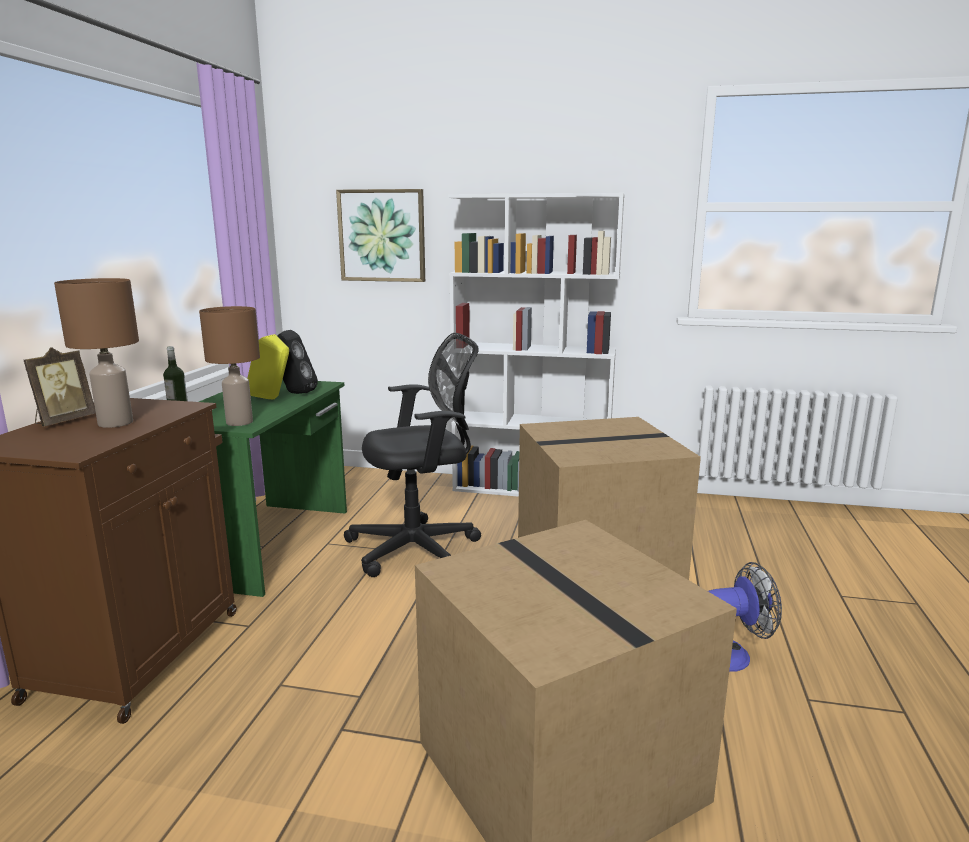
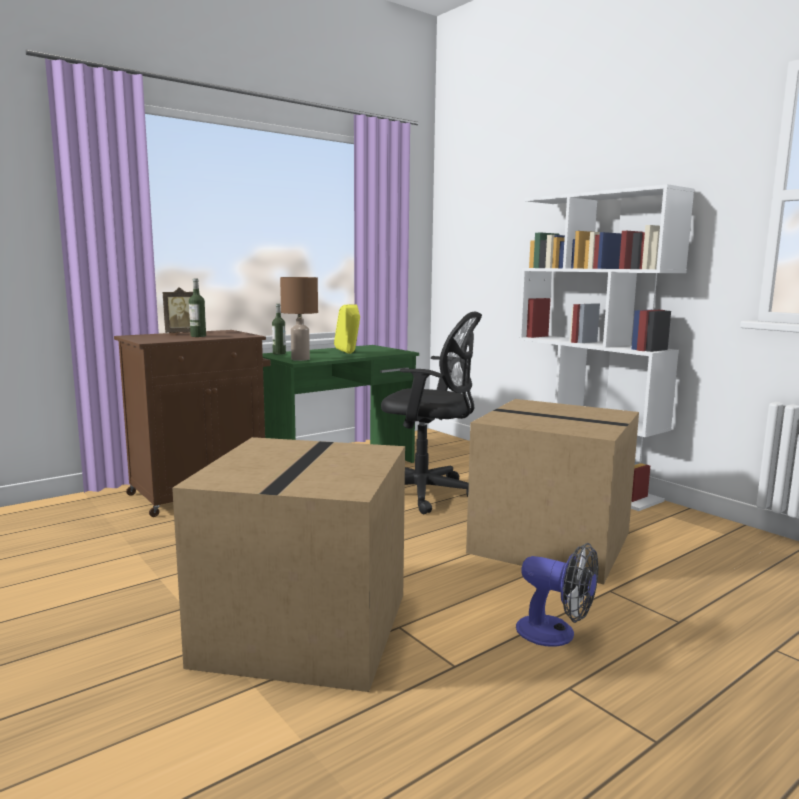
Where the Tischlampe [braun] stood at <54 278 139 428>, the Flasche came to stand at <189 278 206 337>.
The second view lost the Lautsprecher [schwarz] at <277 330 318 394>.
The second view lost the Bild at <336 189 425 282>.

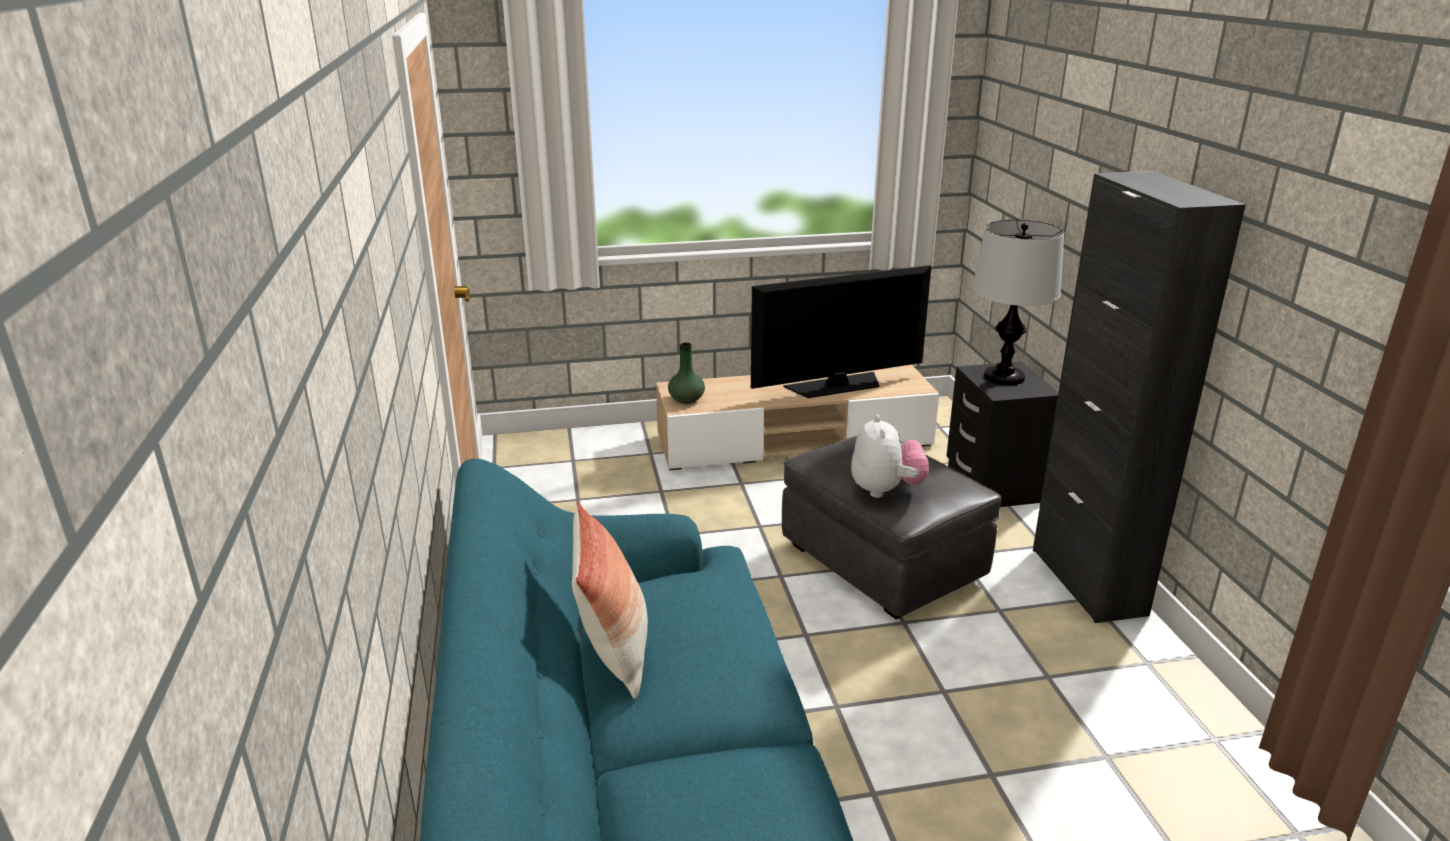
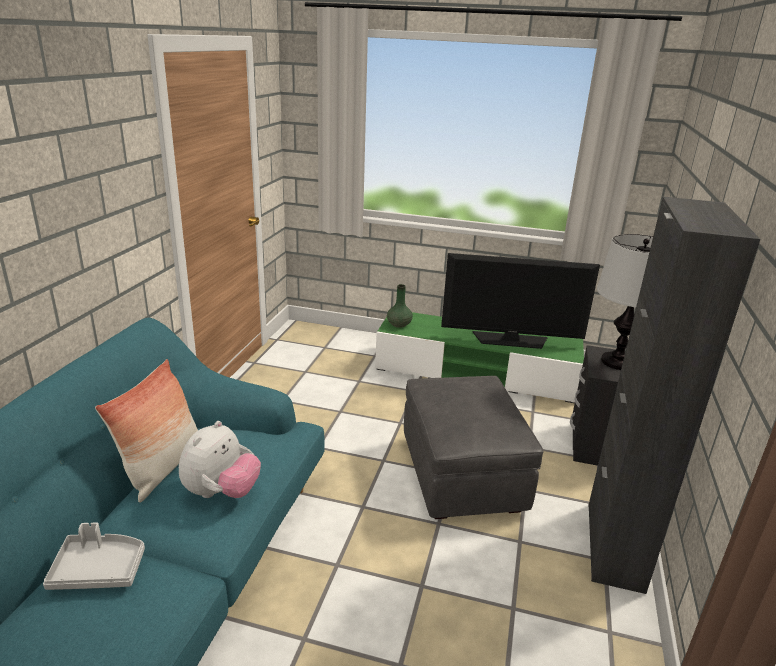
The second view gained the Tablett [grau] at <43 523 145 590>.
The Plüschtier ended up elsewhere, having gone from <851 415 929 498> to <179 421 261 498>.
What was the Fernsehschrank [beige] at <656 364 939 470> turned into the Fernsehschrank [grün] at <375 312 584 403>.

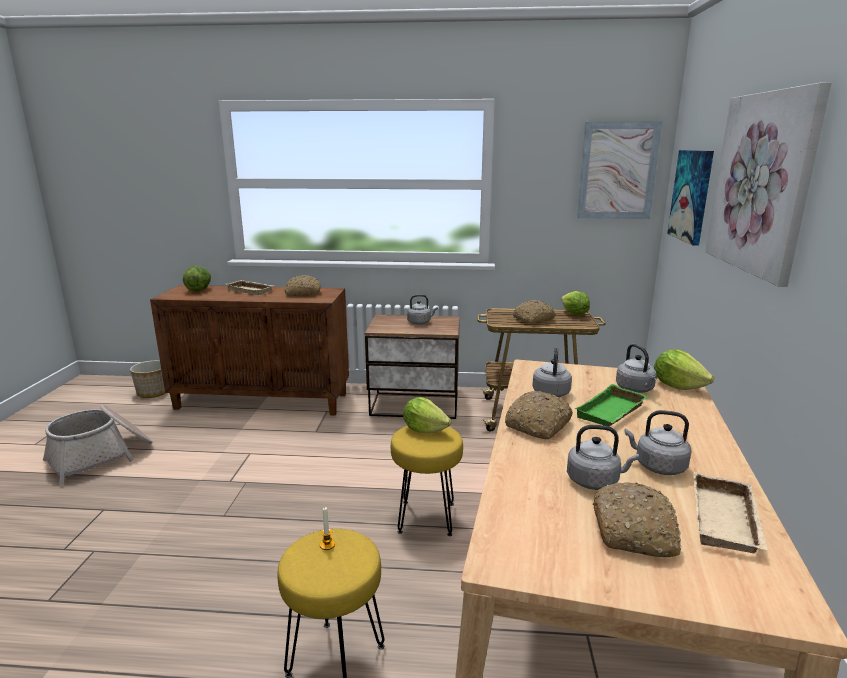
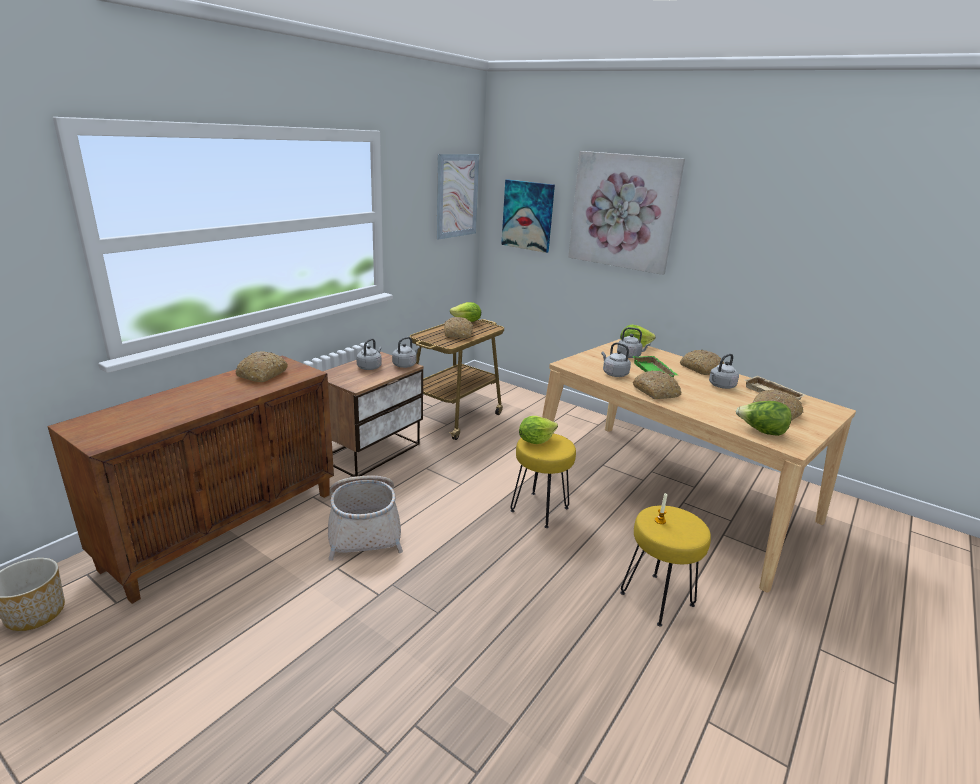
The Korb ended up elsewhere, having gone from <43 405 153 485> to <328 476 403 561>.
The Wasserkessel [grau] ended up elsewhere, having gone from <567 425 639 490> to <392 337 420 368>.
The second view gained the Brot at <680 350 725 375>.
The Salatkopf ended up elsewhere, having gone from <183 266 211 292> to <736 401 792 436>.
The second view lost the Tablett [beige] at <226 280 273 295>.

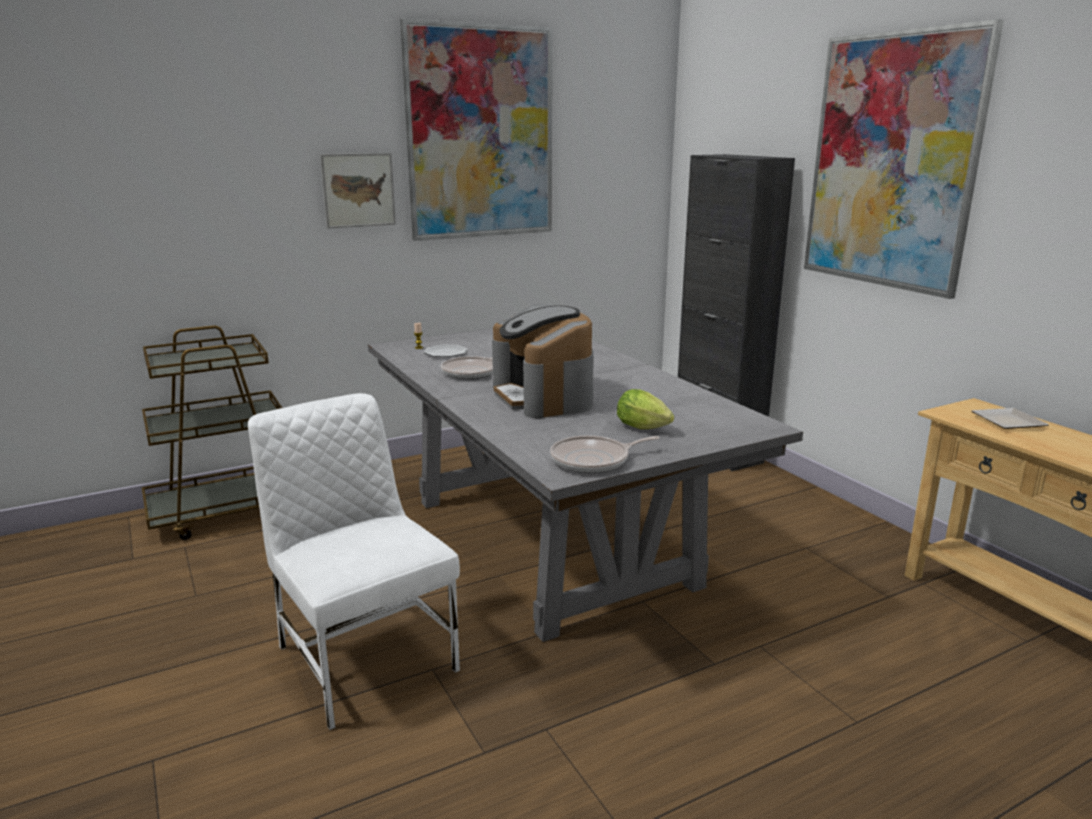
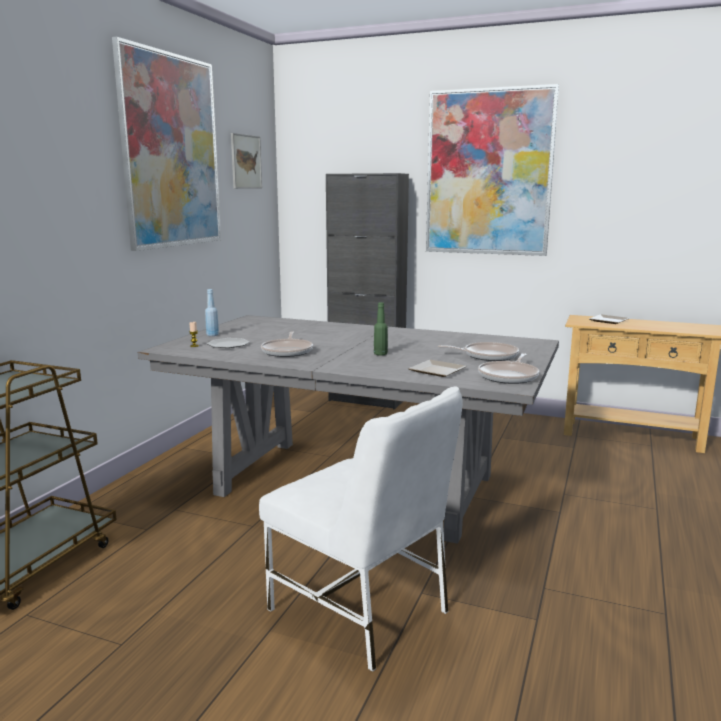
The second view gained the Flasche [blau] at <205 289 219 336>.
The Bild ended up elsewhere, having gone from <320 153 396 229> to <231 133 262 189>.
The Stuhl [weiß] at <248 393 460 730> ended up facing another way, 150 degrees counterclockwise from before.
Where the Kaffeemaschine stood at <492 304 593 418>, the Flasche [grün] came to stand at <374 302 388 356>.
The second view gained the Teller at <408 360 466 377>.
Where the Salatkopf stood at <617 389 674 429>, the Pfanne came to stand at <438 342 519 361>.

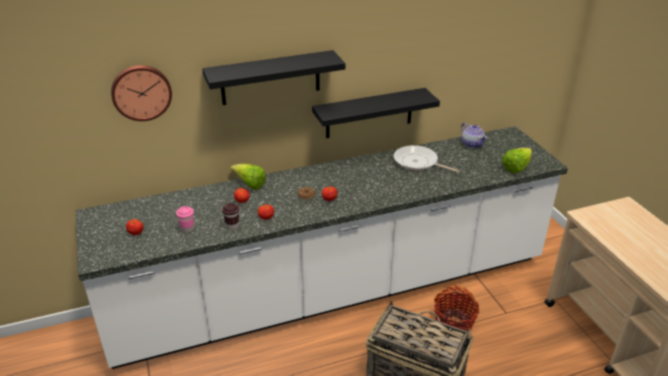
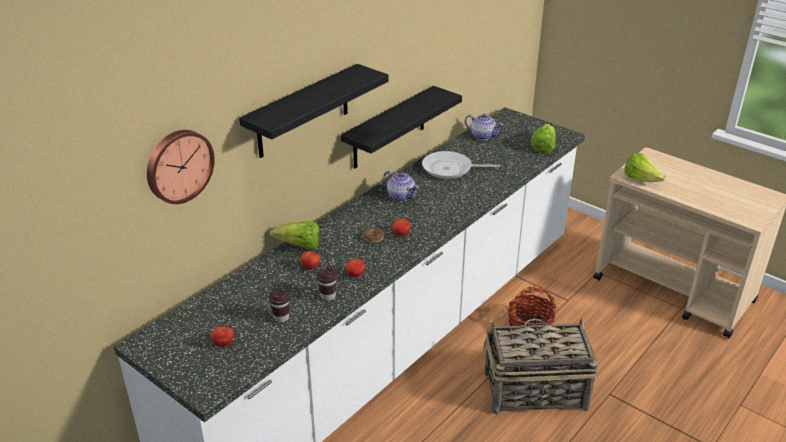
What was the Tasse [rosa] at <176 206 194 233> turned into the Tasse [braun] at <268 289 290 323>.
The second view gained the Teekanne at <383 171 419 202>.
The second view gained the Salatkopf at <624 153 666 182>.

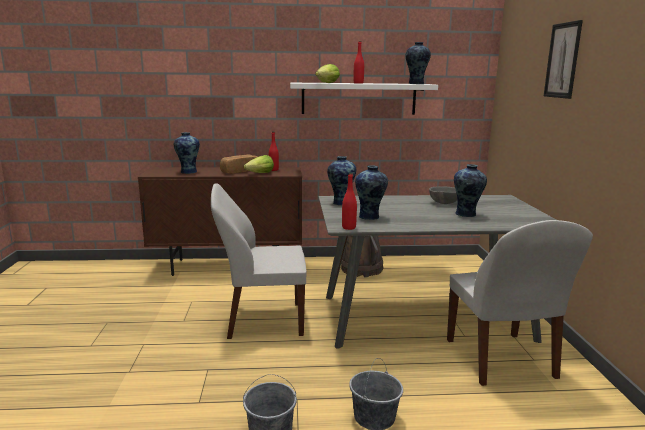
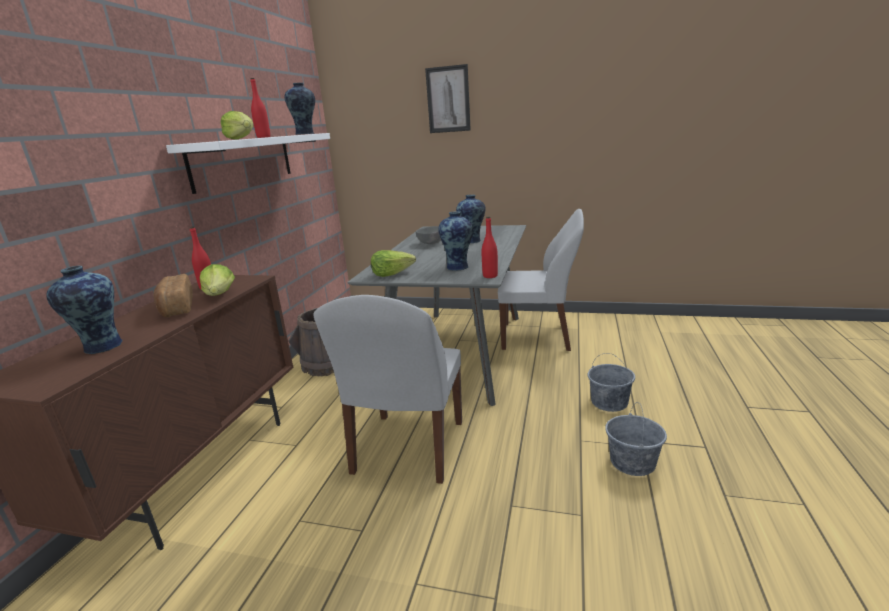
Where the Vase stood at <327 156 356 205>, the Salatkopf came to stand at <371 250 416 277>.

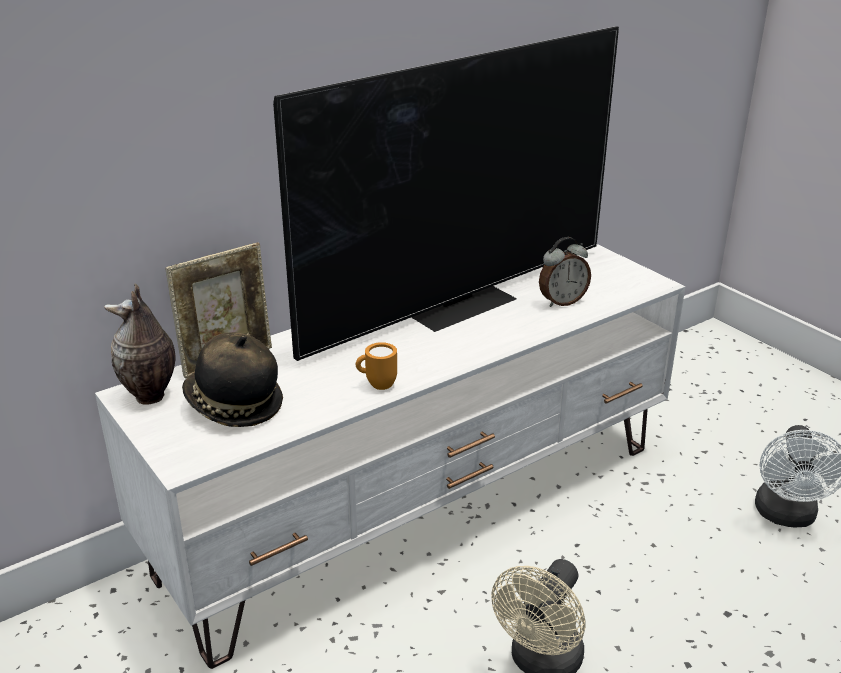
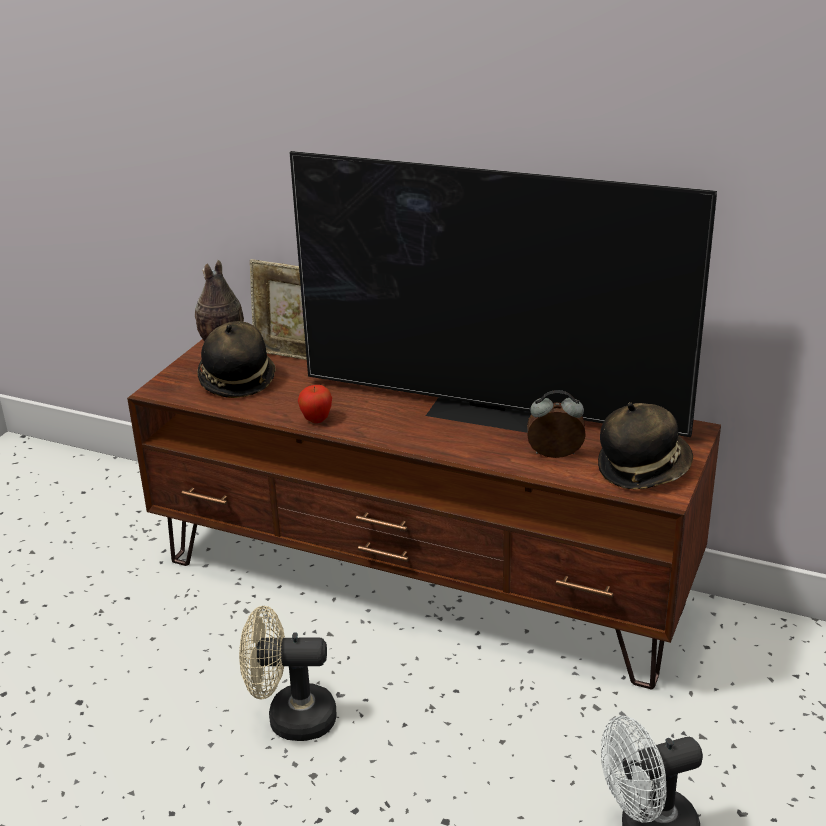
What was the Fernsehschrank [weiß] at <95 244 686 669> turned into the Fernsehschrank [braun] at <127 339 721 690>.
Where the Henkelbecher [orange] stood at <356 342 397 390>, the Apfel came to stand at <298 385 332 423>.
The Wecker at <539 237 591 307> ended up facing another way, 150 degrees clockwise from before.
The second view gained the Hut at <598 402 693 489>.

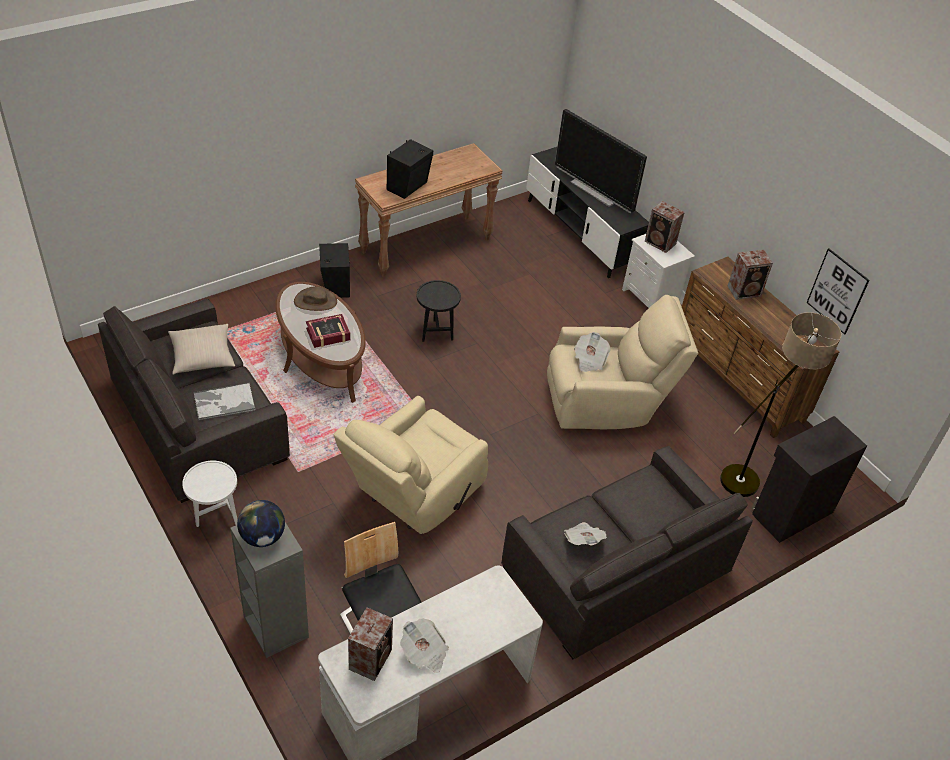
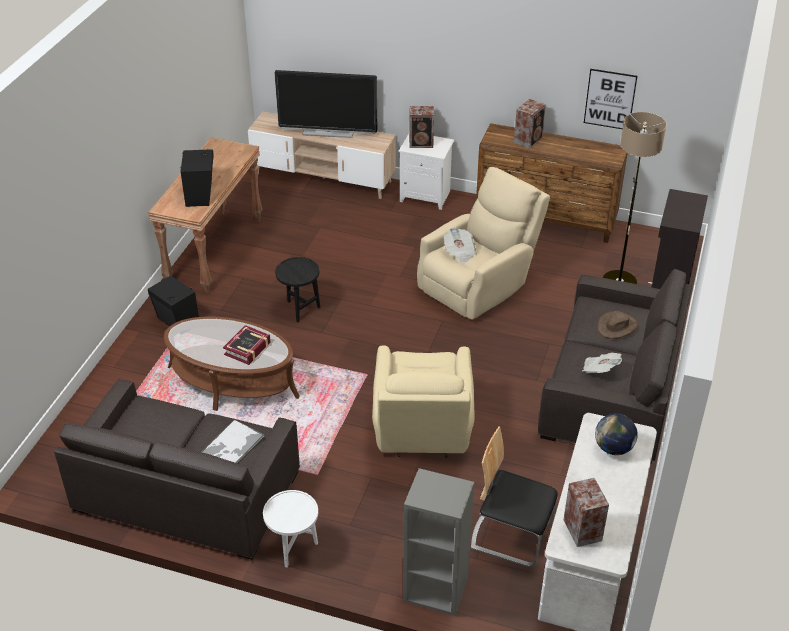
What was the Fernsehschrank [schwarz] at <526 147 649 278> turned into the Fernsehschrank [beige] at <248 112 396 199>.
The Globus ended up elsewhere, having gone from <237 500 285 547> to <595 413 638 455>.
The Hut [braun] ended up elsewhere, having gone from <294 286 337 311> to <597 311 638 339>.
The second view lost the Kissen [beige] at <168 324 235 375>.
The second view lost the Zeitung at <400 619 449 673>.

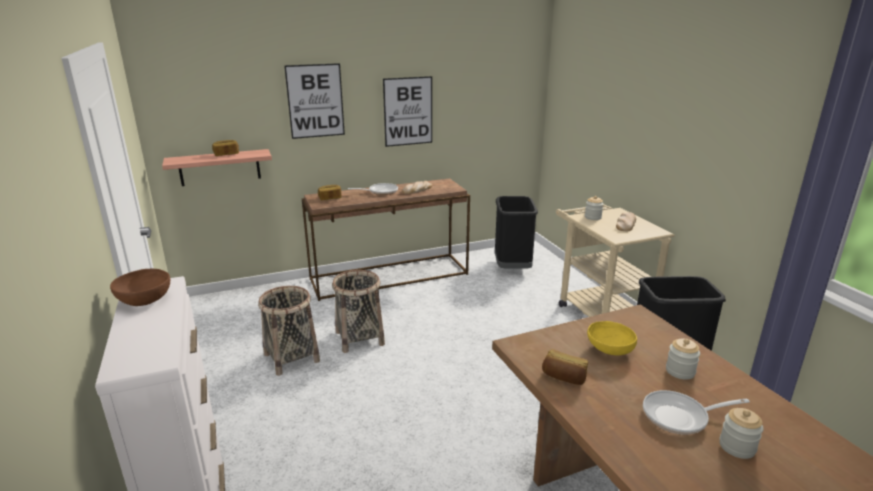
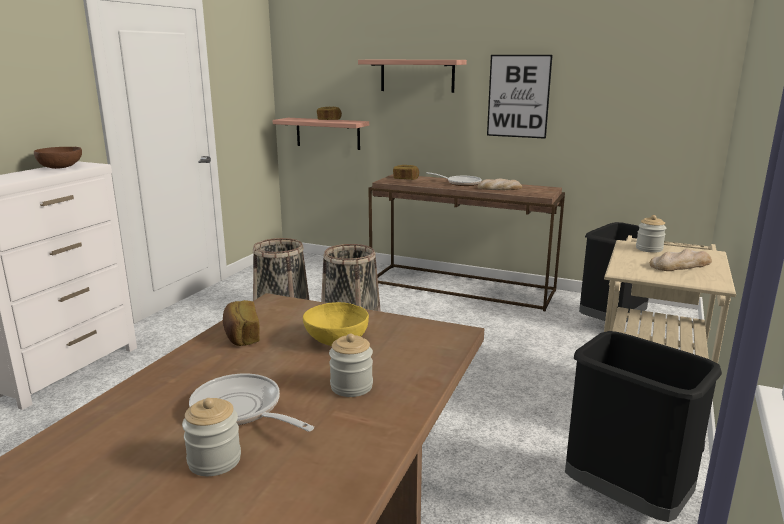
Where the Bild hung at <284 63 345 139>, the Wandregal came to hang at <358 60 467 93>.

